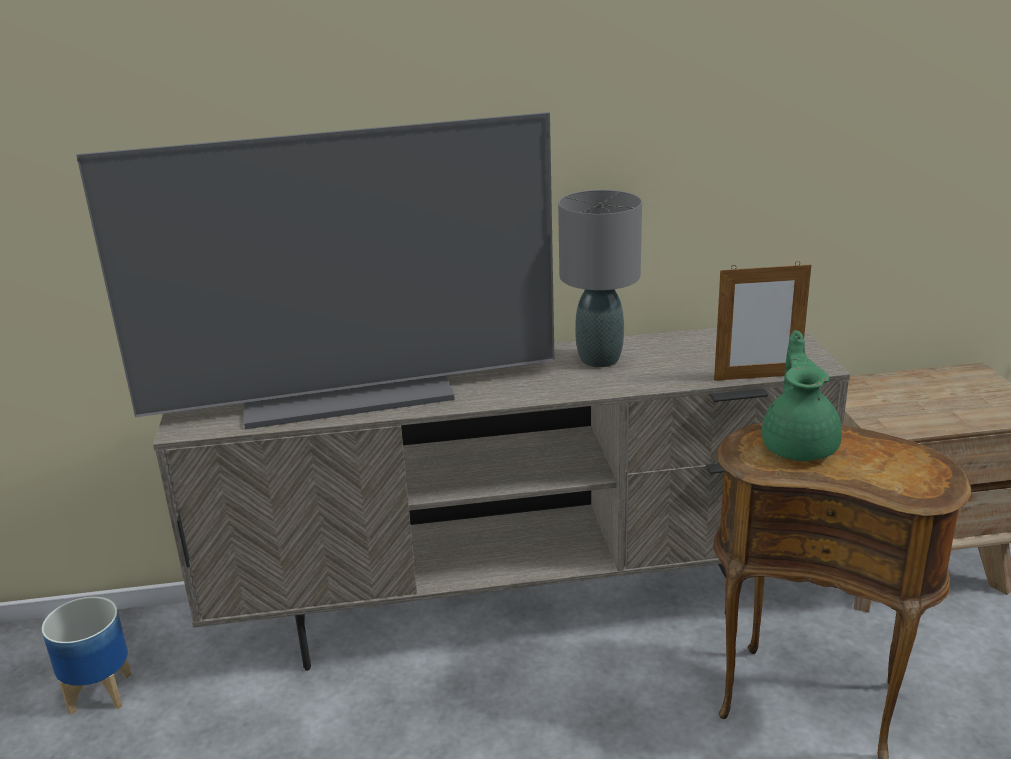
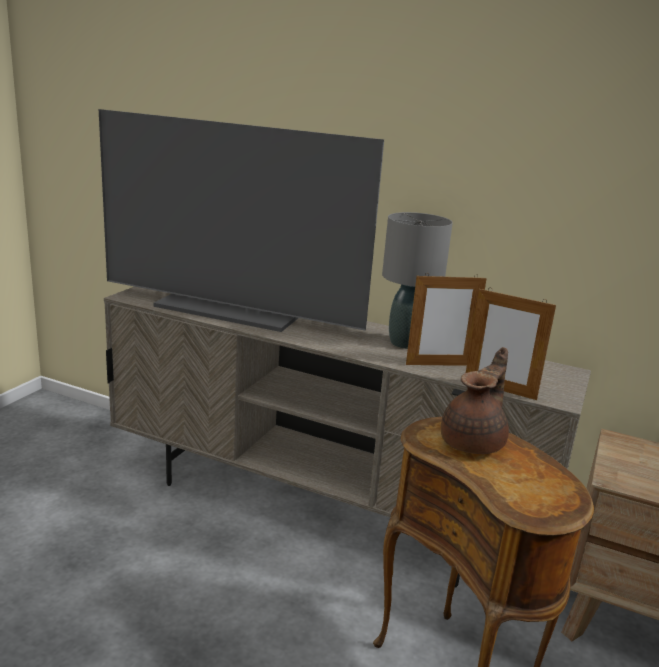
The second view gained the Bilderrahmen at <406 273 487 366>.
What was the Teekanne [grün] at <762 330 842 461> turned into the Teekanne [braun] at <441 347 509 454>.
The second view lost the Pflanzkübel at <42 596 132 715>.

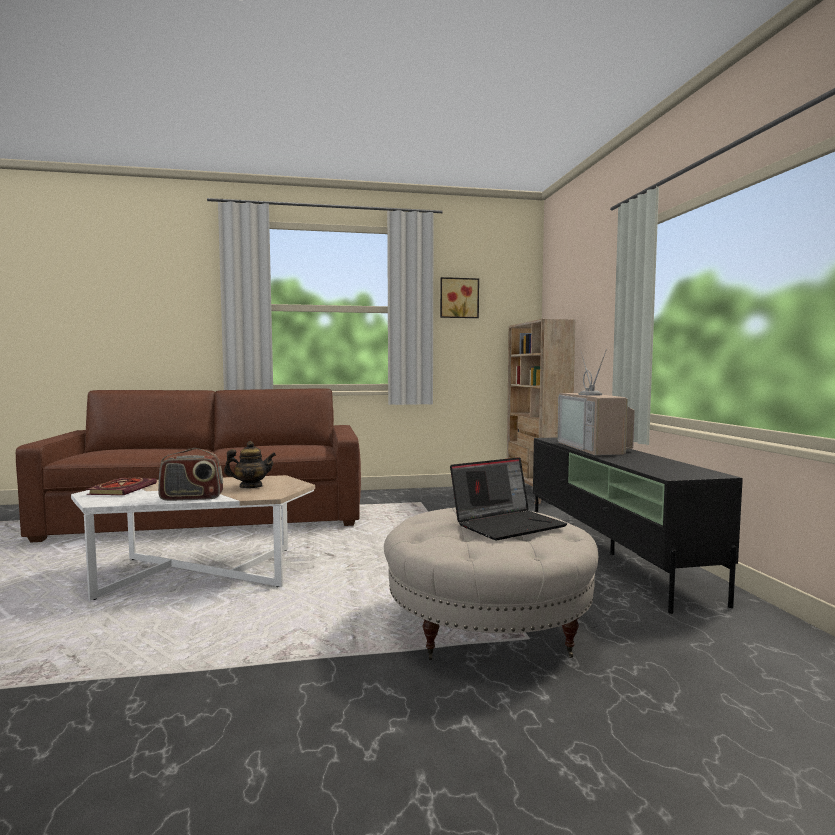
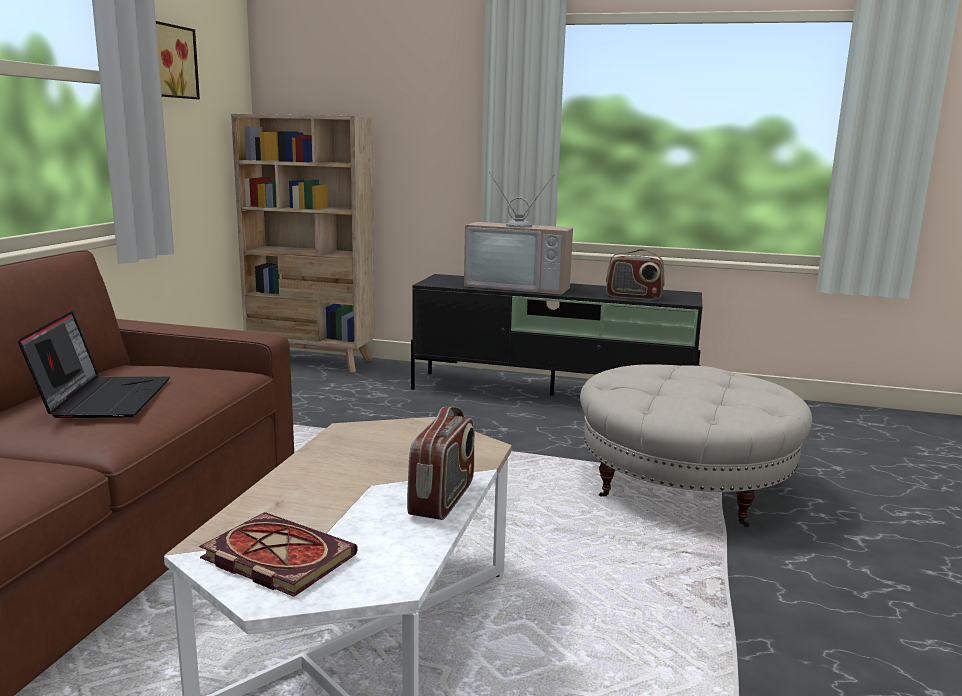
The Laptop ended up elsewhere, having gone from <450 457 567 540> to <18 311 170 418>.
The second view gained the Radio at <606 249 665 300>.
The second view lost the Teekanne at <224 441 276 488>.

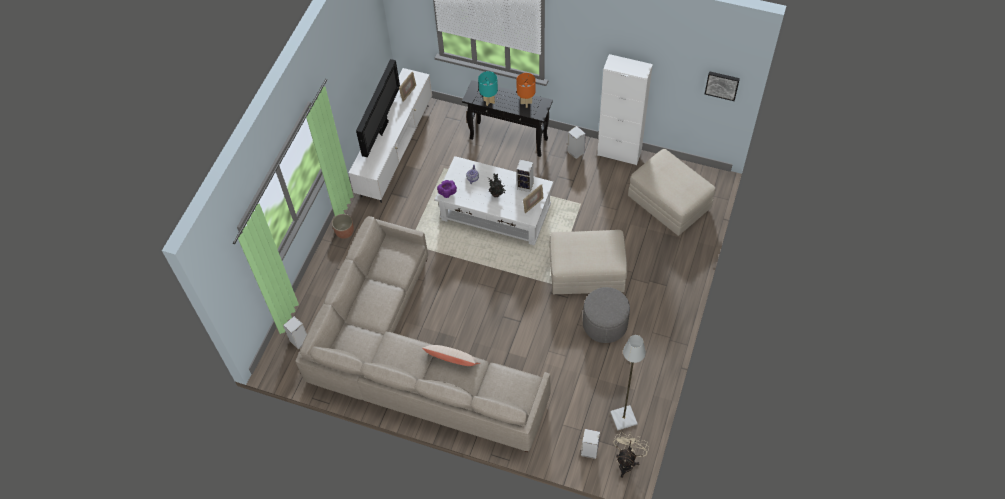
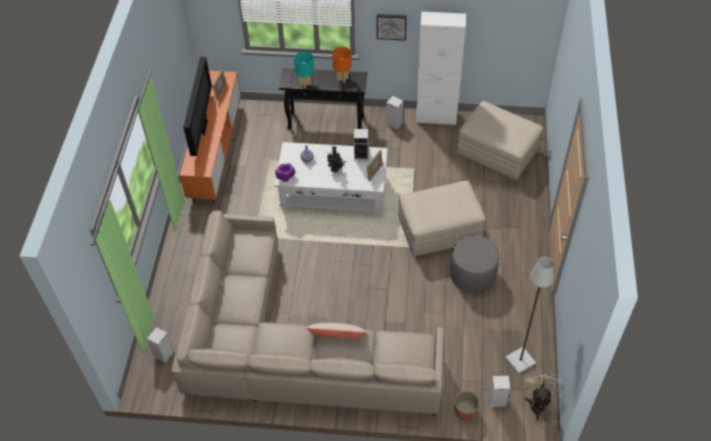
What was the Fernsehschrank [weiß] at <349 68 432 203> turned into the Fernsehschrank [orange] at <179 71 241 204>.
The Bild ended up elsewhere, having gone from <705 71 740 101> to <377 14 407 41>.
The Pflanzkübel ended up elsewhere, having gone from <332 214 354 239> to <454 391 479 420>.

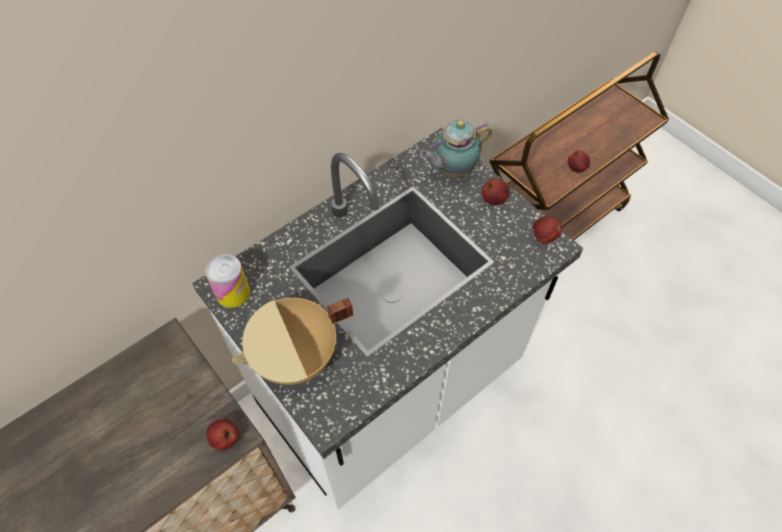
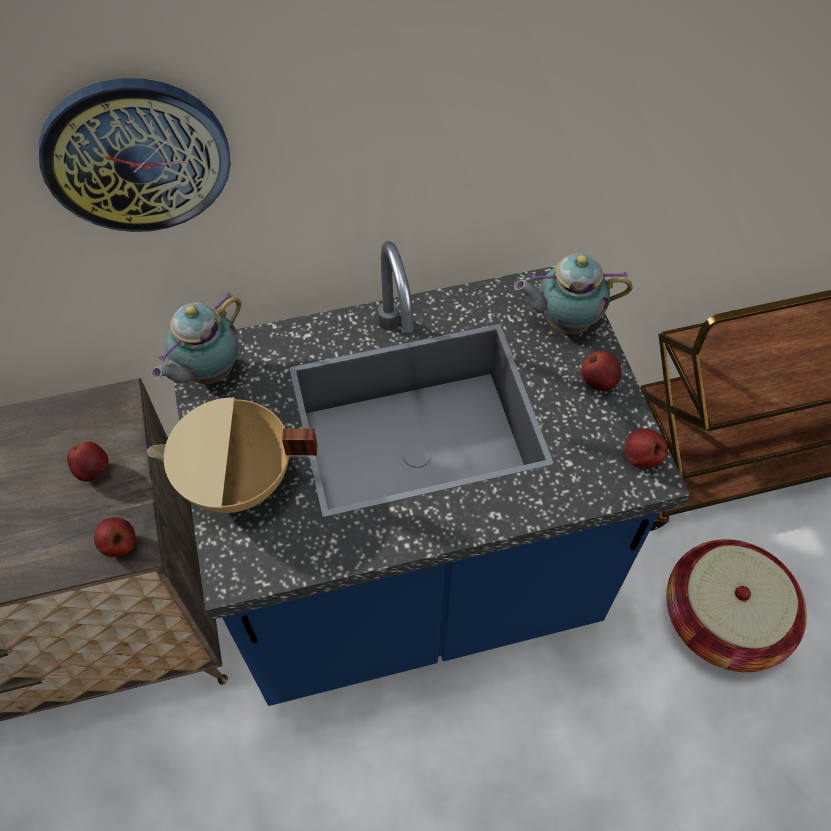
The second view gained the Wanduhr at <39 78 231 232>.
The Apfel ended up elsewhere, having gone from <568 150 590 173> to <67 441 109 481>.
Where the Dose stood at <205 254 250 308>, the Teekanne came to stand at <151 293 241 384>.
What was the Küchenzeile [weiß] at <192 128 584 510> turned into the Küchenzeile [blau] at <174 241 690 706>.
The second view gained the Korb at <666 539 807 672>.

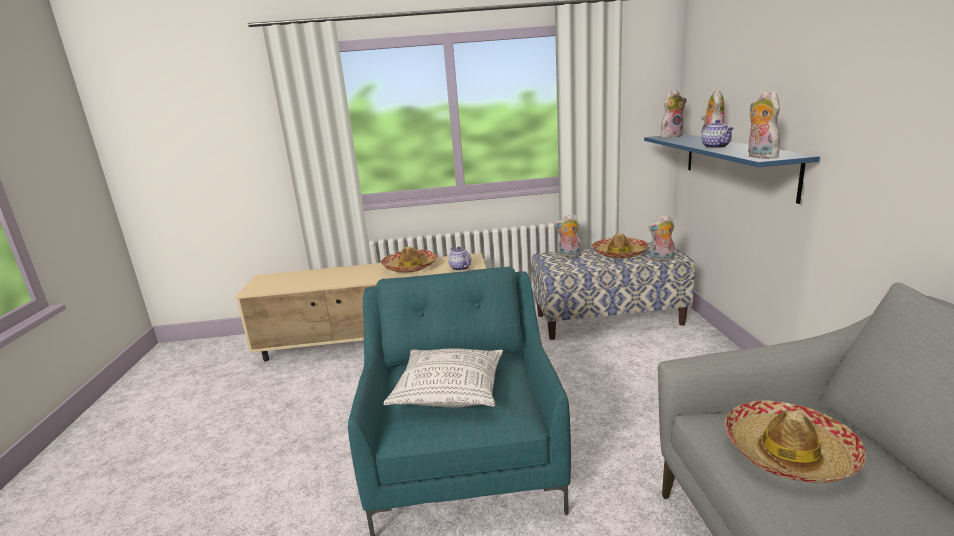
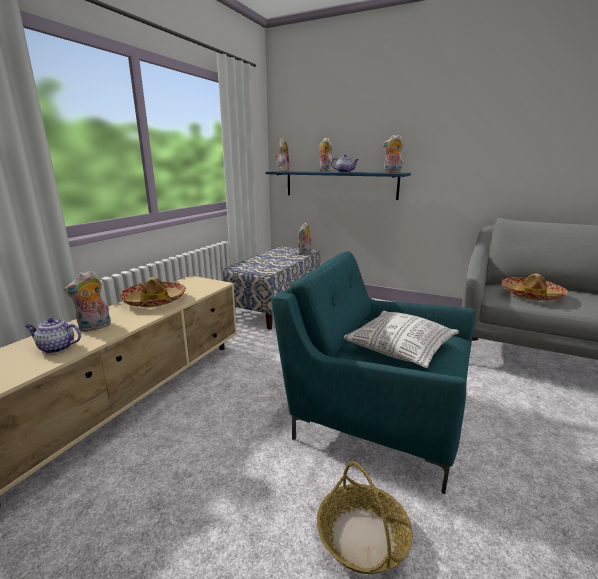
The Teekanne ended up elsewhere, having gone from <448 247 471 271> to <25 318 81 353>.
The Plüschtier ended up elsewhere, having gone from <555 214 583 257> to <64 270 111 332>.
The second view gained the Korb at <317 462 413 574>.
The second view lost the Hut at <591 233 648 258>.

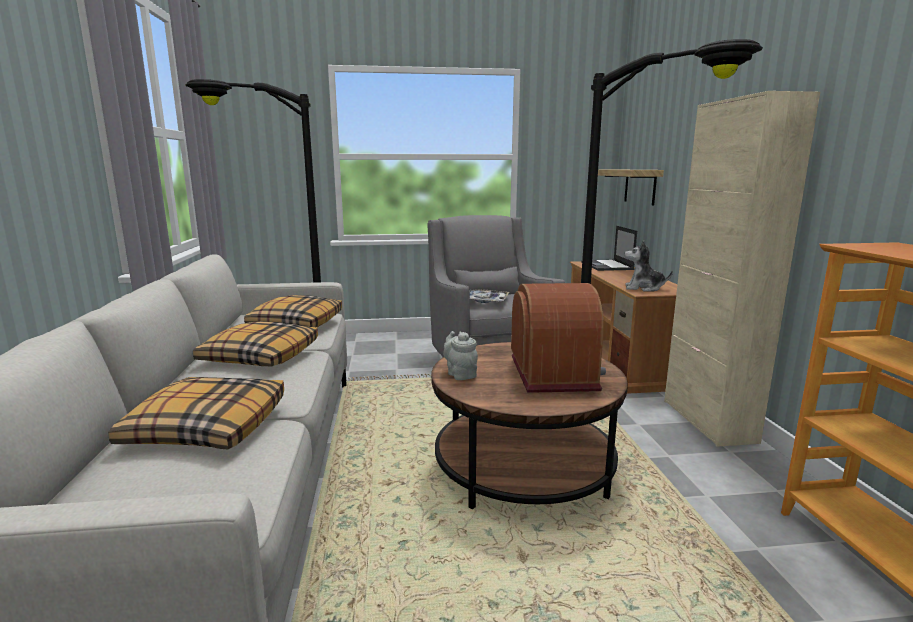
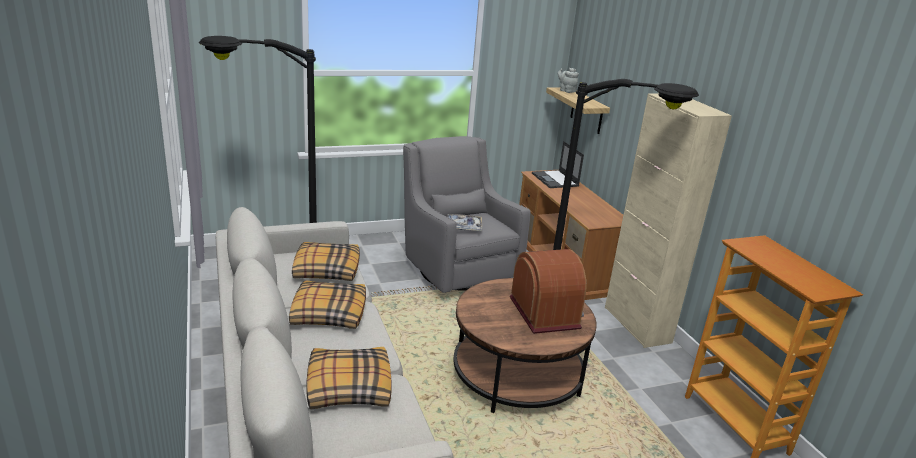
The Teekanne [grau] ended up elsewhere, having gone from <443 331 478 380> to <558 68 579 93>.
The second view lost the Plüschtier at <624 240 673 292>.

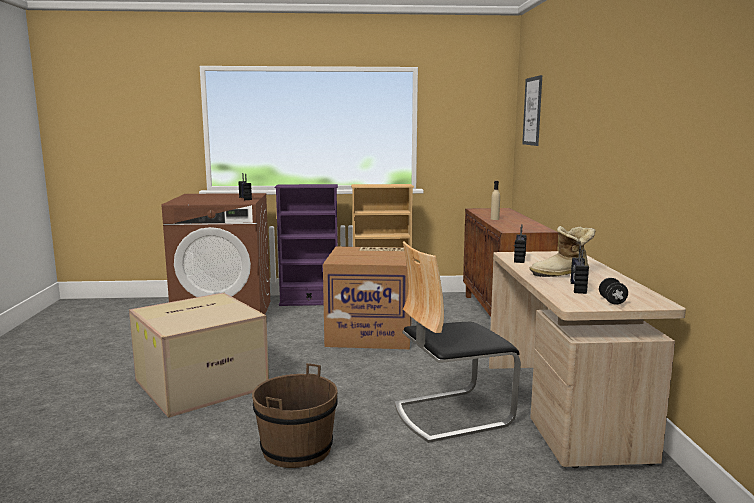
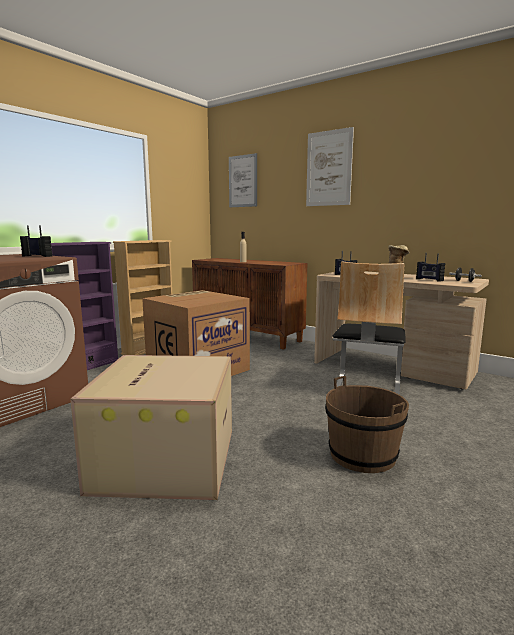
The second view gained the Bild at <306 127 354 206>.

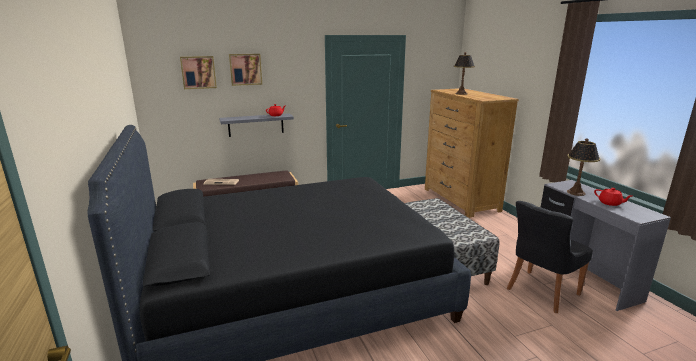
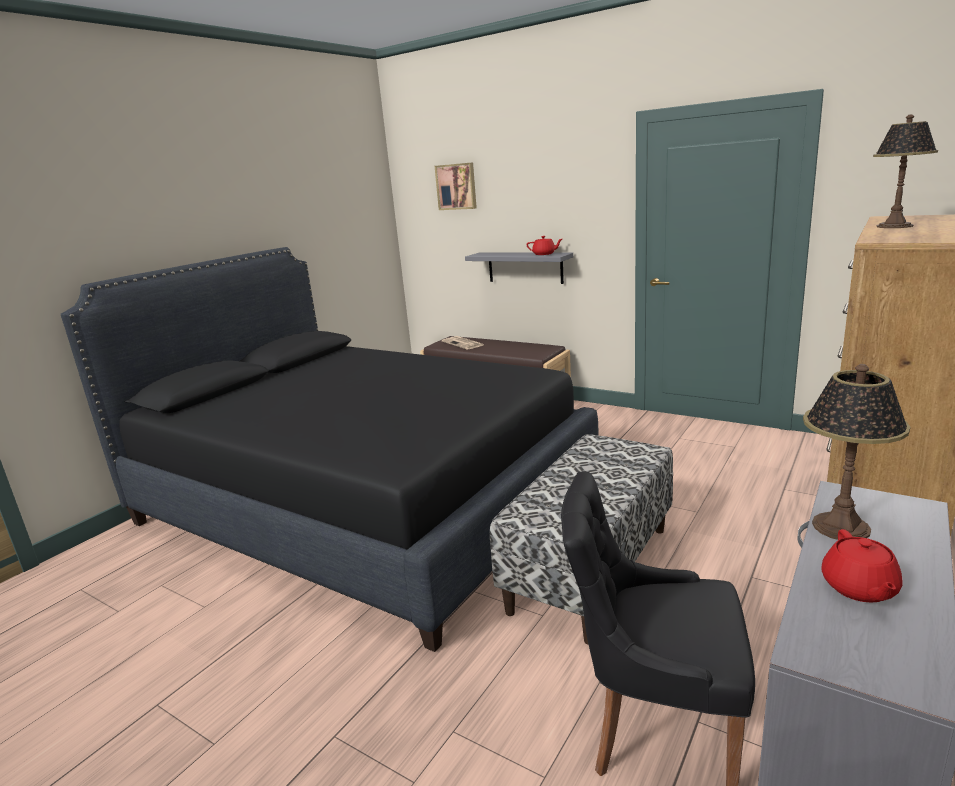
The second view lost the Bild at <229 54 262 86>.

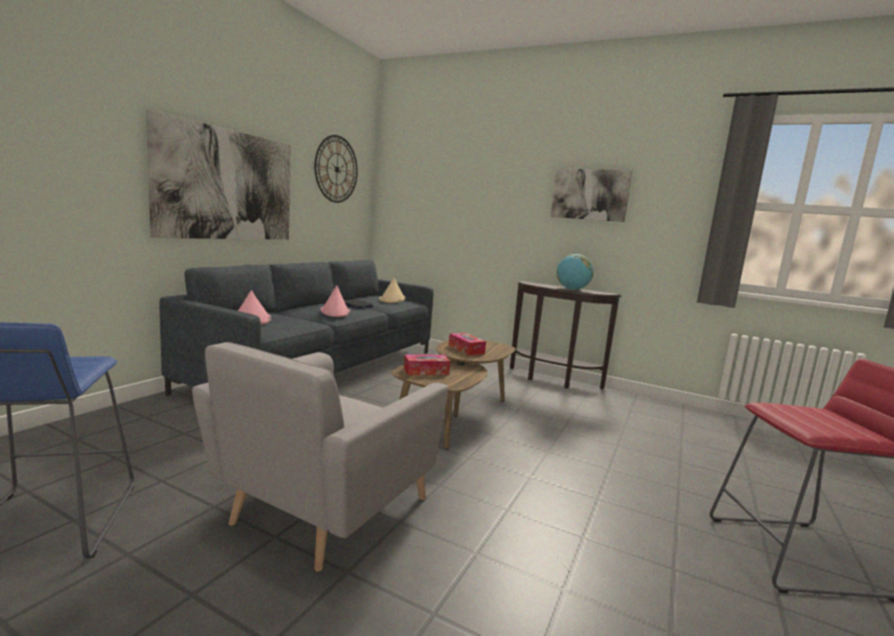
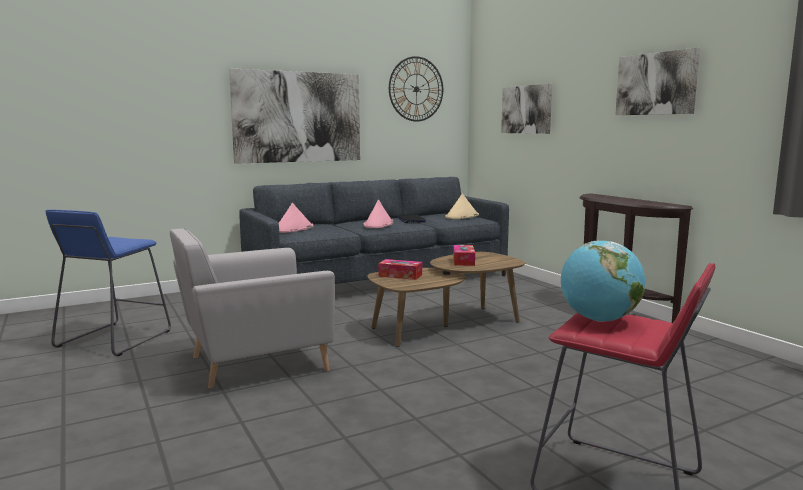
The second view gained the Bild at <501 83 552 134>.
The Globus ended up elsewhere, having gone from <557 254 593 290> to <561 240 645 322>.

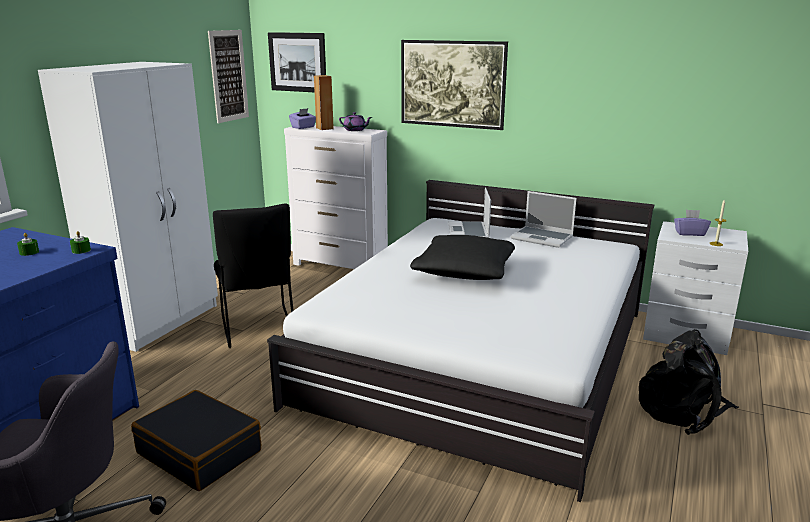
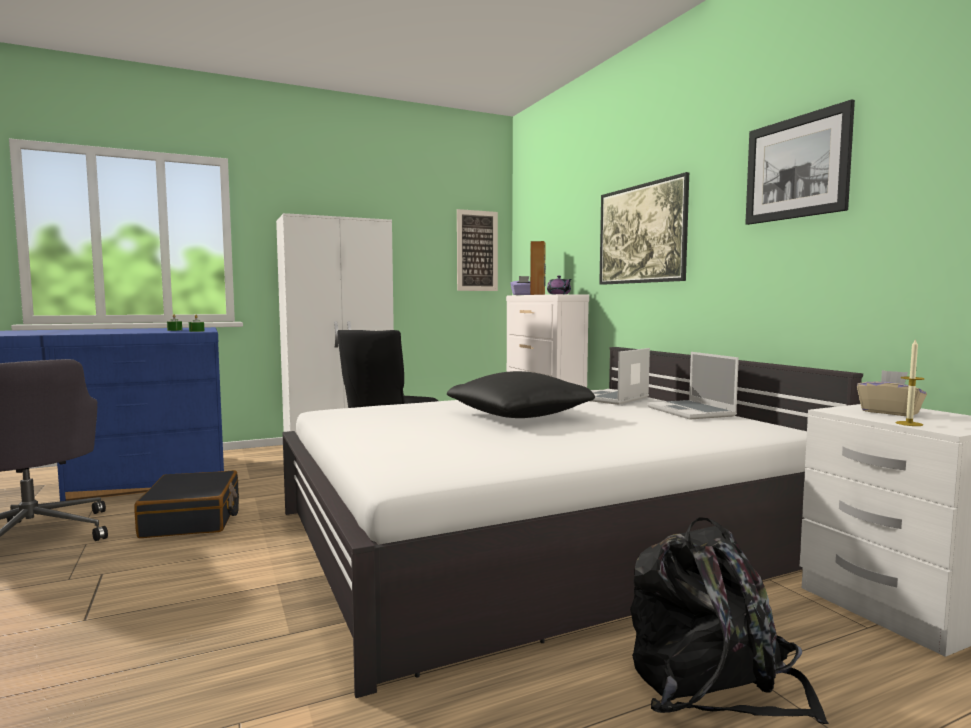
The Bild ended up elsewhere, having gone from <268 32 326 92> to <745 99 855 225>.
What was the Taschentuchbox [lila] at <674 210 711 236> turned into the Taschentuchbox [beige] at <857 370 927 416>.

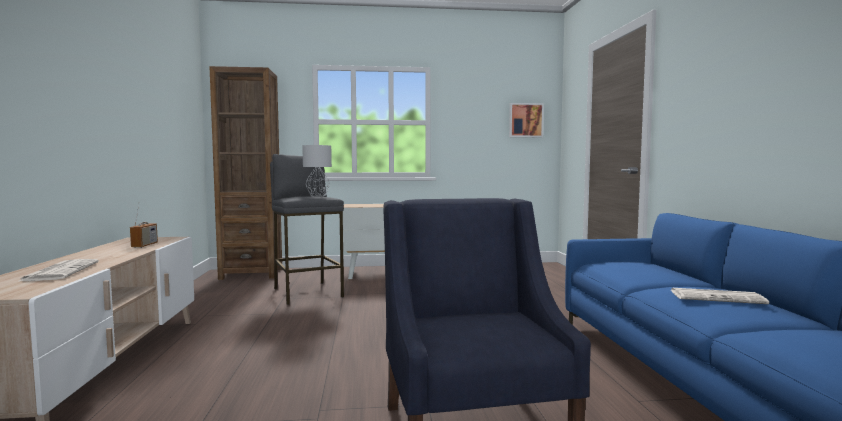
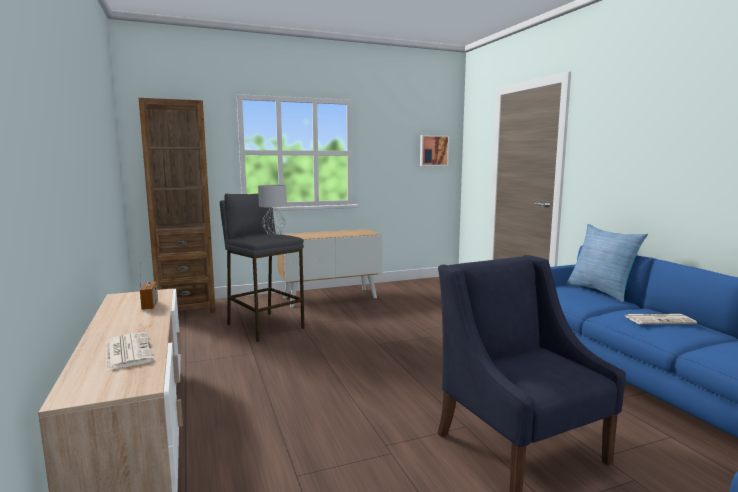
The second view gained the Kissen at <566 224 648 303>.

